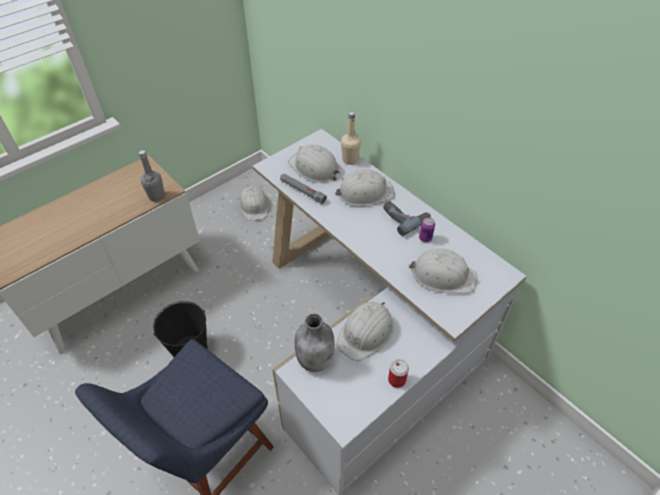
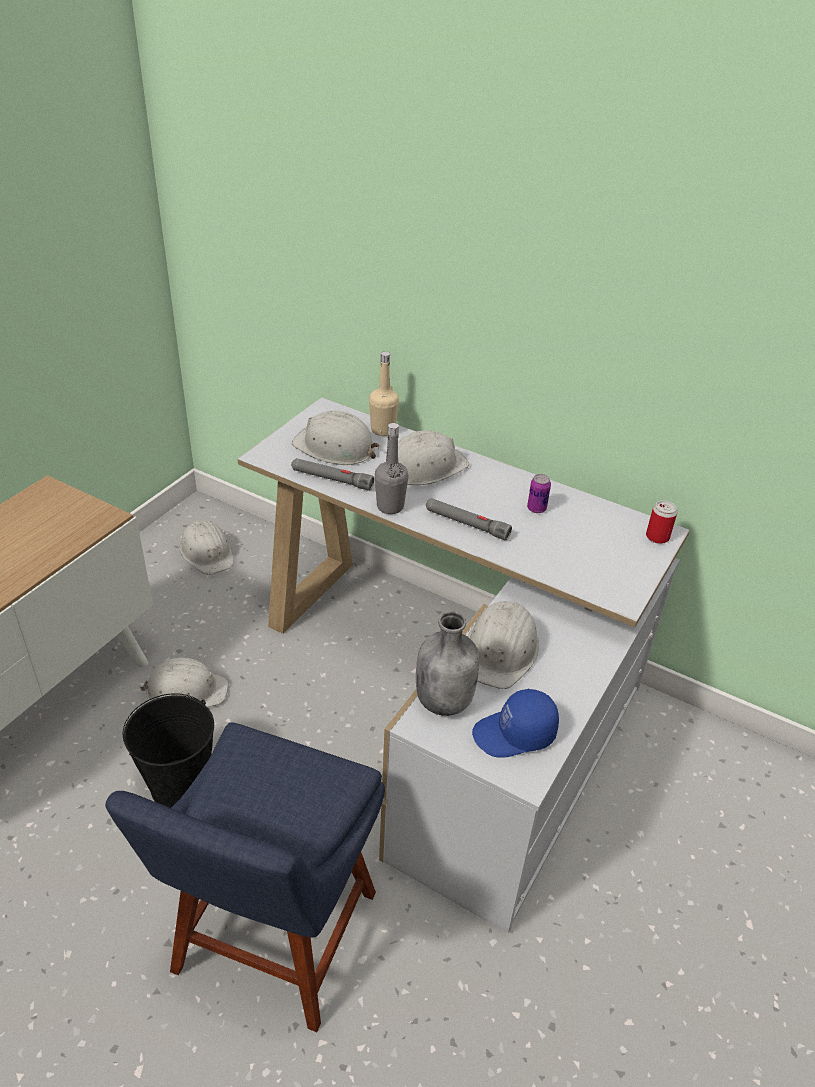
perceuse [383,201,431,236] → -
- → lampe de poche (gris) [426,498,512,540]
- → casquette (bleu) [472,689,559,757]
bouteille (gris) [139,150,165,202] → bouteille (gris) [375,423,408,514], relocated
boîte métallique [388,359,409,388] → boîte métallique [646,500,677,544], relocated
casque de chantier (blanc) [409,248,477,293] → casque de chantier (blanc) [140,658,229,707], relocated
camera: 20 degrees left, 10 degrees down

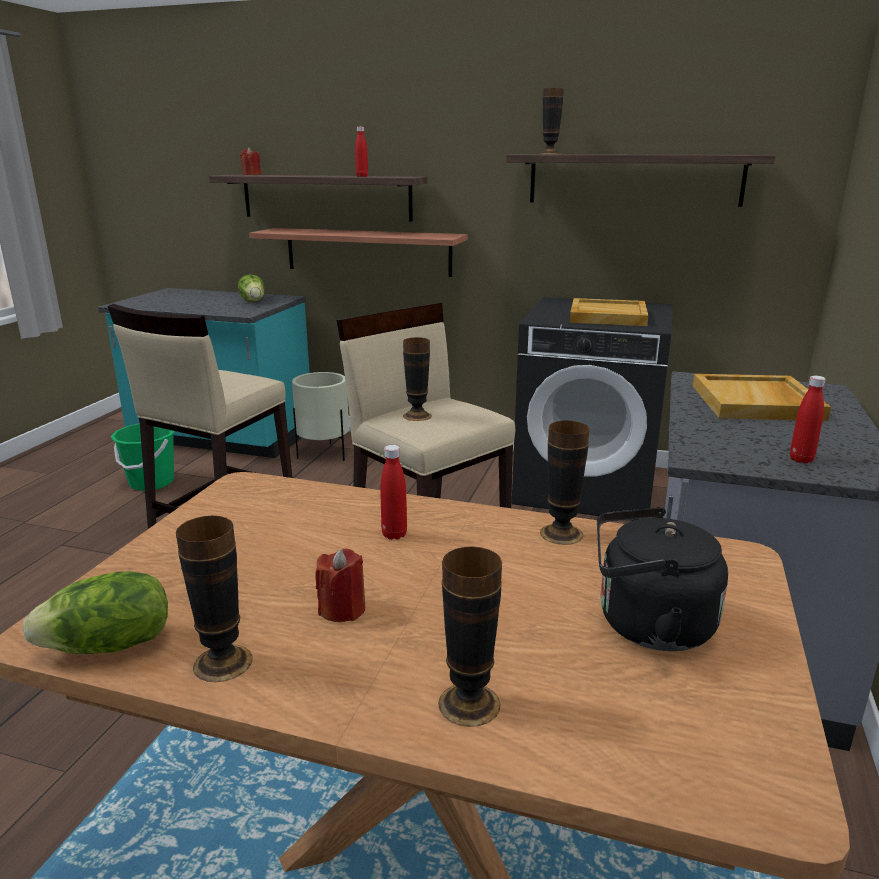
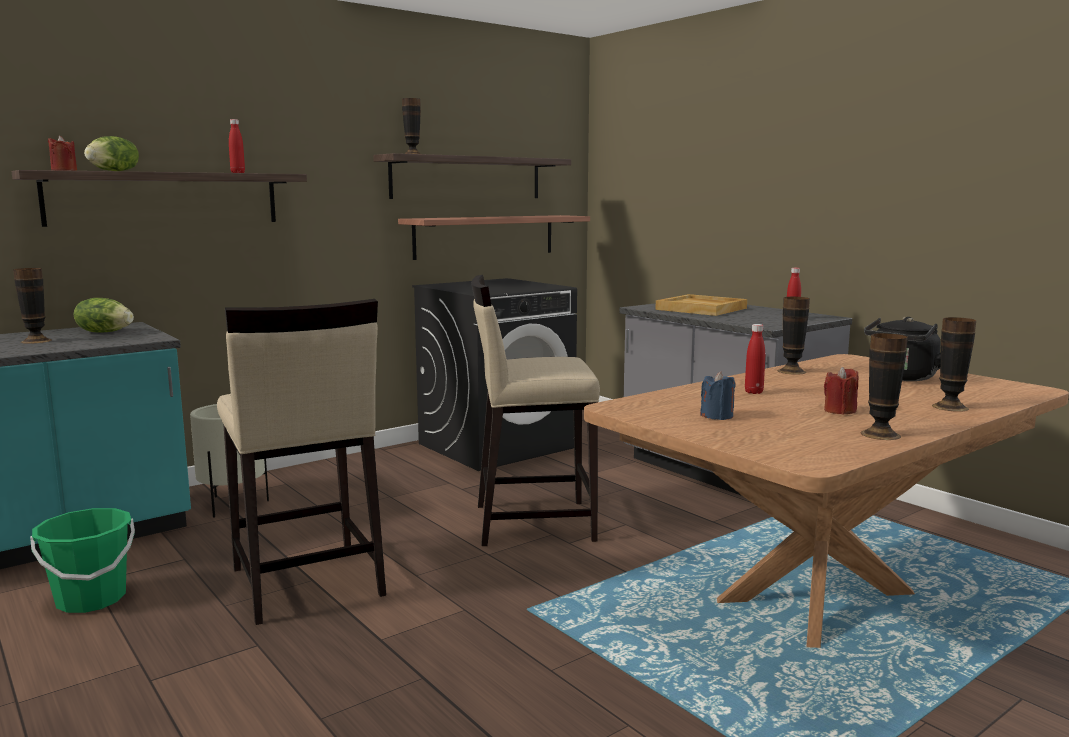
plateau (beige) [570,298,648,326] → -
- → bougie (bleu) [700,371,735,420]
laitue [23,572,168,654] → laitue [84,136,139,171], relocated
étagère [249,228,468,277] → étagère [398,215,590,260], relocated
vase [403,337,432,421] → vase [13,268,52,344], relocated
camera: 55 degrees left, 10 degrees down

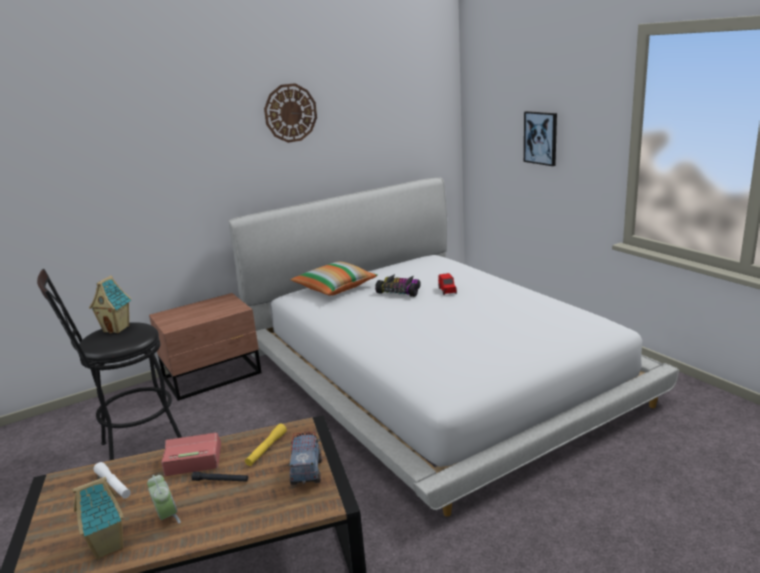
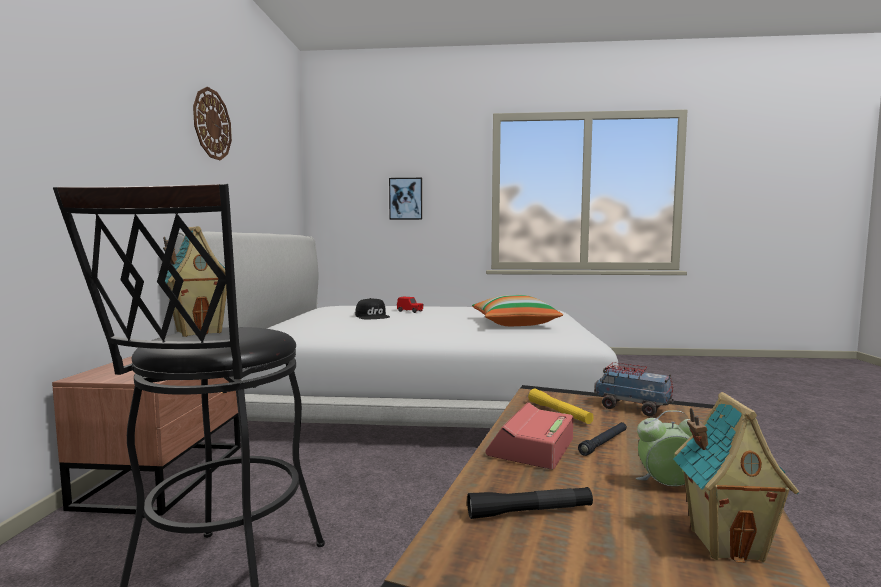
coussin [290,262,378,296] → coussin [472,295,563,326], relocated
petite voiture [375,274,421,297] → casquette (noir) [355,298,390,319]
lampe de poche (blanc) [93,462,131,499] → lampe de poche (noir) [467,487,593,519]
camera: 55 degrees left, 15 degrees down

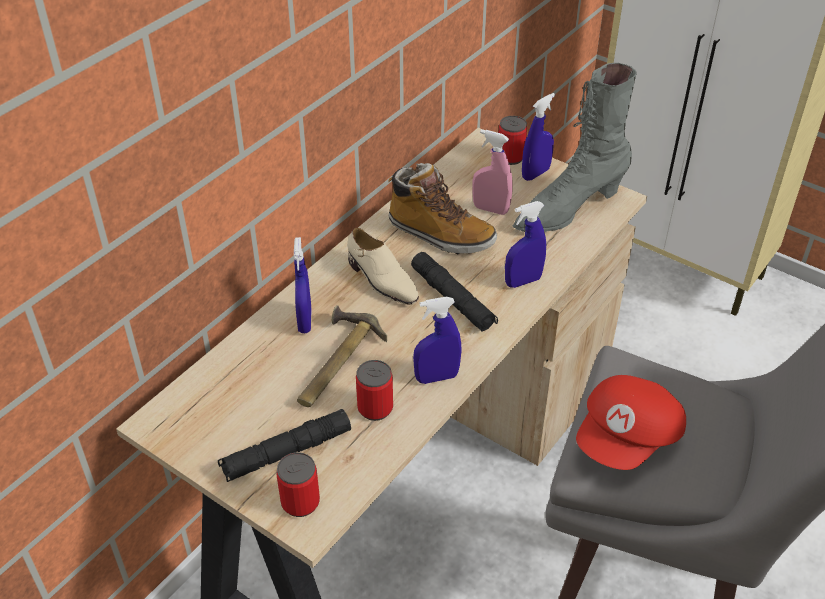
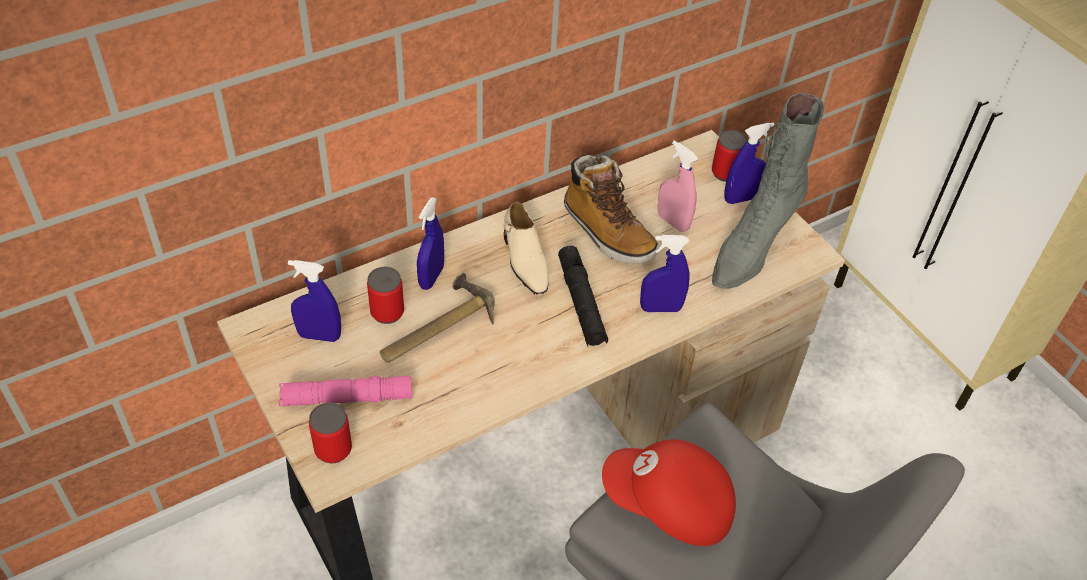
boîte métallique [356,360,393,421] → boîte métallique [367,267,404,324], relocated
vaporisateur (bleu) [413,296,462,384] → vaporisateur (bleu) [288,260,341,342], relocated
lampe de poche (noir) [218,409,351,482] → lampe de poche (rose) [278,376,412,406]
botte (gris) [513,63,637,232] → botte (gris) [712,93,824,289], 45 degrees counterclockwise
casquette (rouge) [576,375,686,470] → casquette (rouge) [602,439,736,546], 45 degrees clockwise
camera: 20 degrees right, 5 degrees up

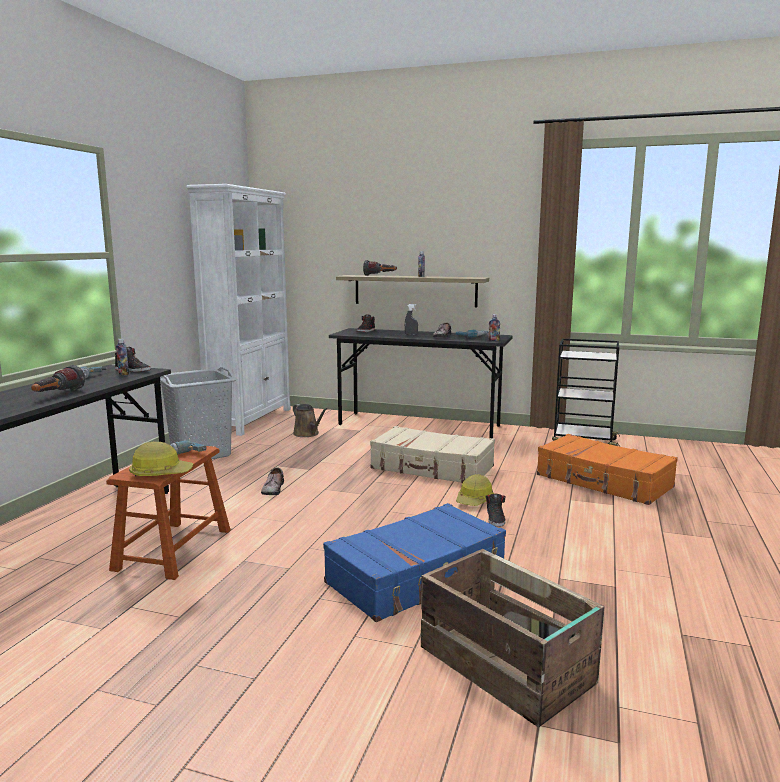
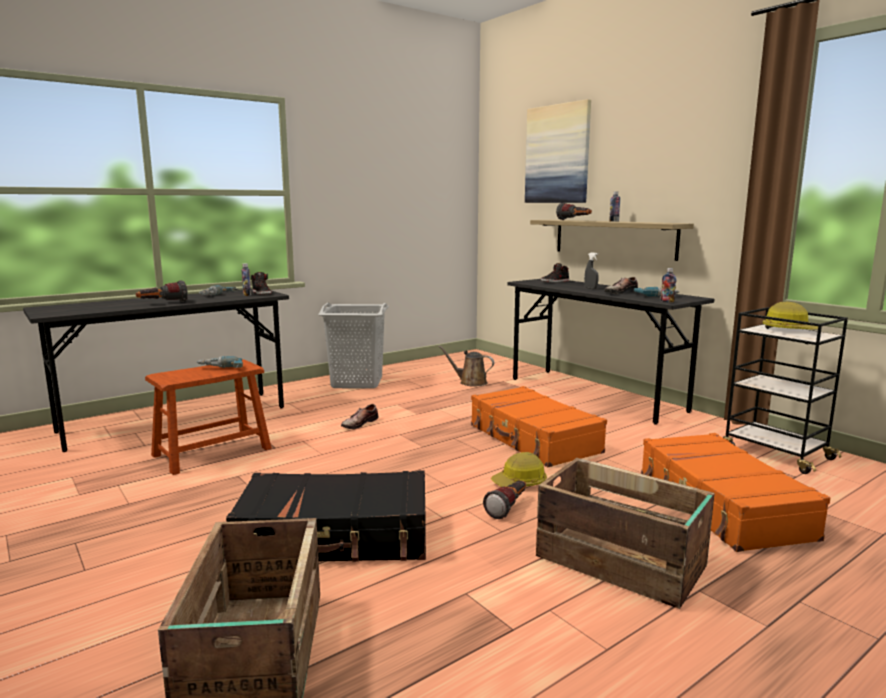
bibliothèque (blanc) [187,184,291,436] → -
- → tableau [525,99,591,203]
- → caisse [536,458,715,609]
casque de chantier [129,442,193,477] → casque de chantier [762,302,818,330], relocated
chaussure (noir) [486,494,506,527] → lampe de poche [483,481,526,519]
valise (bleu) [323,503,506,622] → valise (noir) [226,470,426,562]
valise (beige) [370,426,495,483] → valise (orange) [471,386,607,467]
arrosoir (marron) [293,404,327,437] → arrosoir (marron) [438,345,494,387], 120 degrees clockwise
camera: 35 degrees right, 0 degrees up

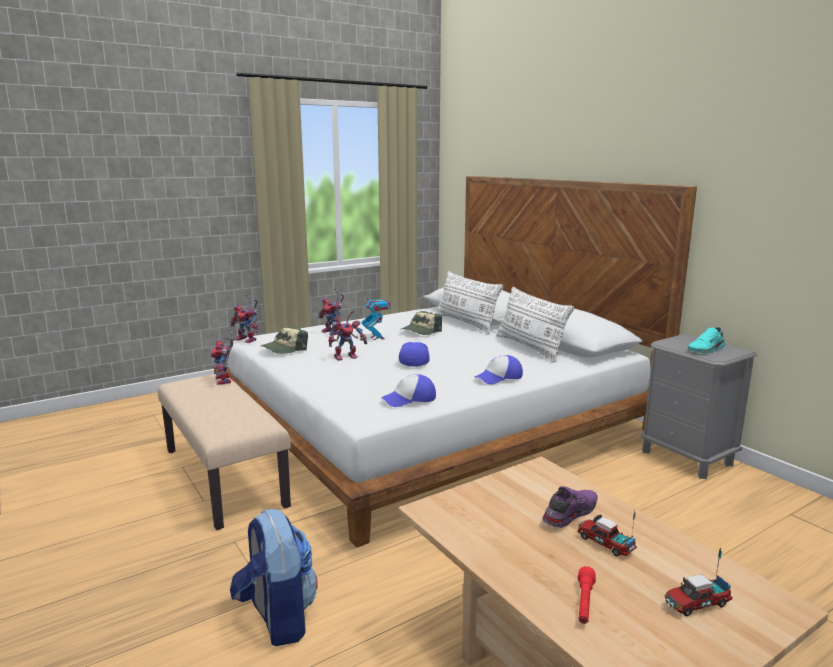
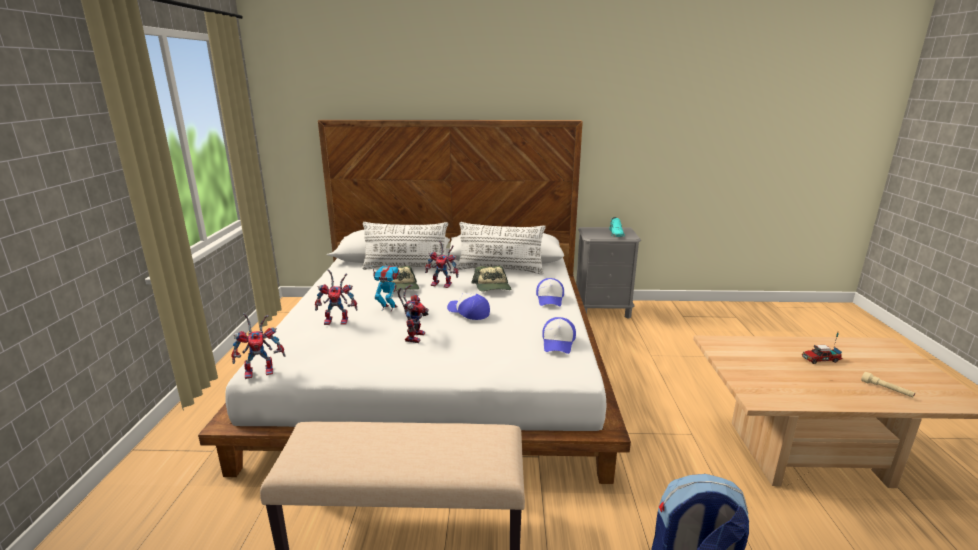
chaussure (violet) [542,486,598,528] → -
camion jouet [665,548,733,616] → -
robot jouet [211,329,234,385] → robot jouet [425,240,458,288], relocated
casquette [261,326,308,354] → casquette [471,266,511,291], relocated
lampe de poche (rouge) [578,566,596,624] → lampe de poche (beige) [861,372,915,398]
camera: 55 degrees left, 5 degrees up

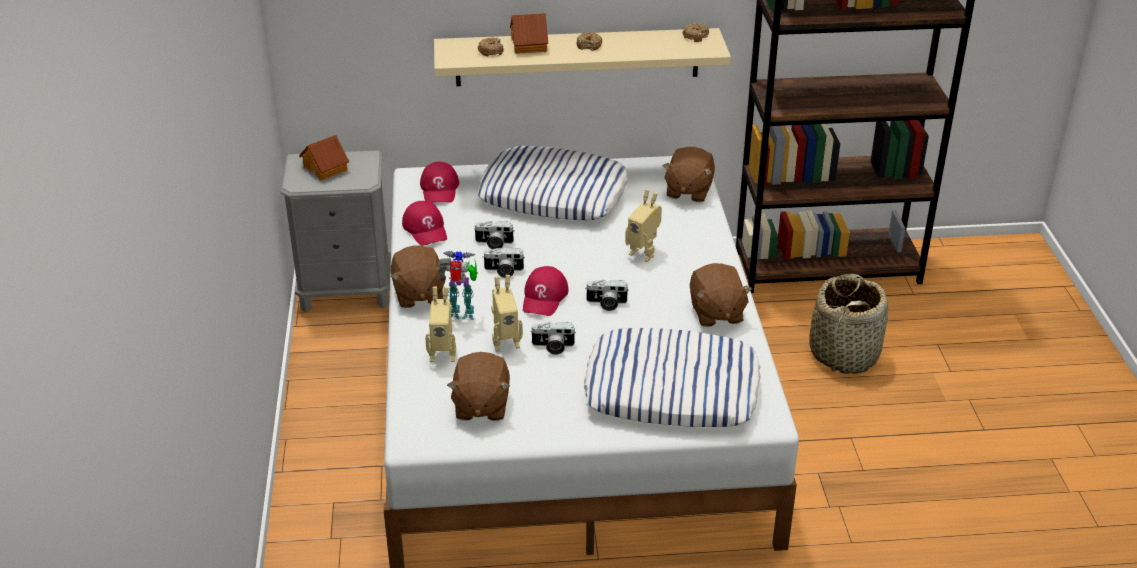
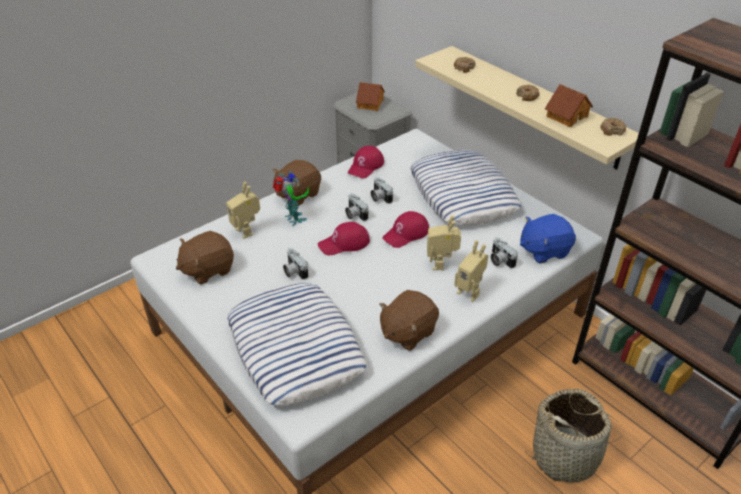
casquette (rouge) [420,162,459,203] → casquette (rouge) [382,211,429,248], relocated
robot jouet [491,275,523,352] → robot jouet [454,240,488,302], relocated
maison miniature [510,13,548,54] → maison miniature [545,84,593,127], relocated
appareil photo [586,280,629,311] → appareil photo [491,237,518,268], relocated
peluche (marron) [663,147,715,202] → peluche (bleu) [520,214,576,264]
camera: 55 degrees right, 5 degrees up

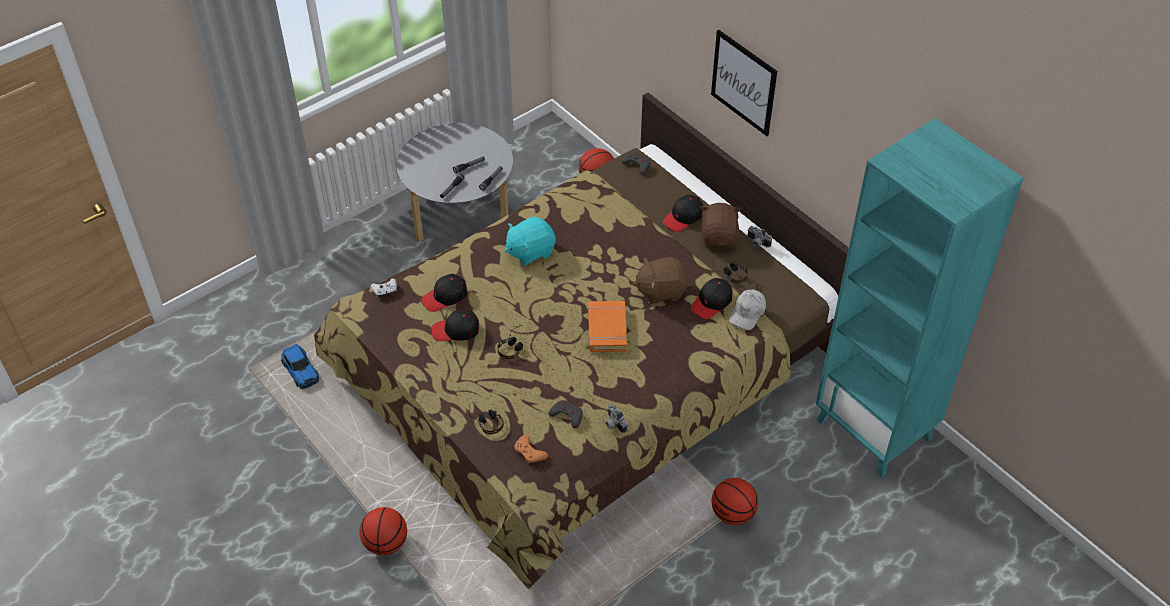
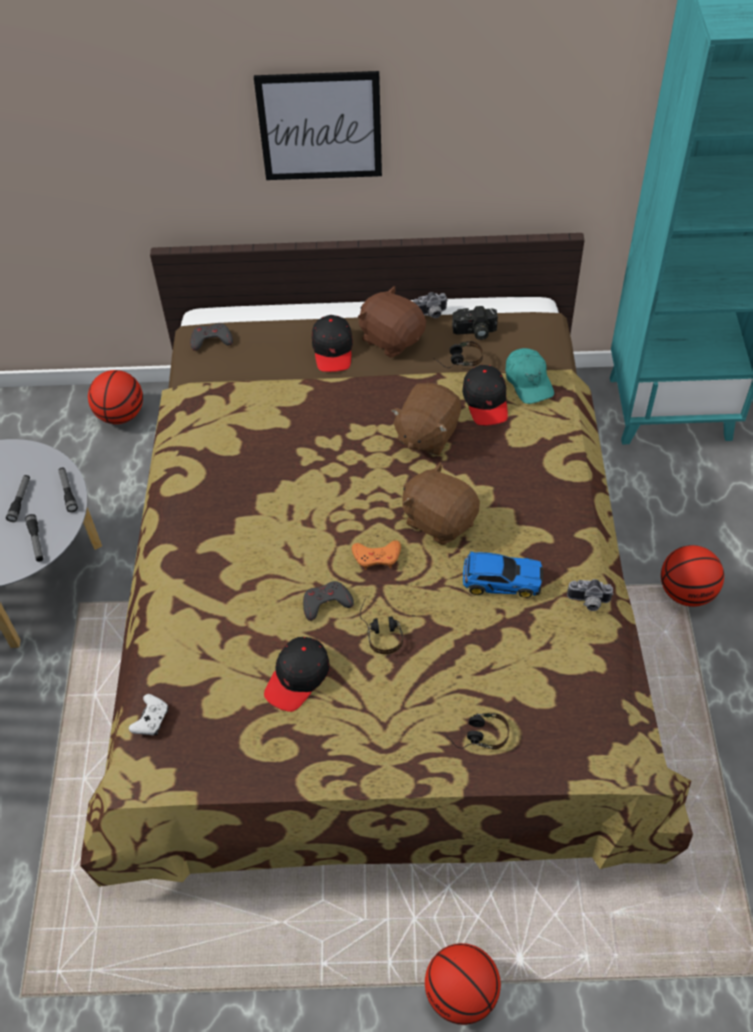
casquette (noir) [421,274,467,312] → -
peluche (turquoise) [505,216,555,266] → -
- → appareil photo [452,306,498,340]
petite voiture [281,344,319,389] → petite voiture [463,551,543,598], relocated
manette (orange) [514,435,548,464] → manette (orange) [352,540,401,570], relocated
manette (gris) [549,400,583,428] → manette (gris) [303,581,354,621], relocated
livre (orange) [588,301,627,352] → peluche (marron) [402,462,480,545]
casquette (blanc) [729,290,766,330] → casquette (turquoise) [506,348,554,404]
camera: 50 degrees left, 5 degrees up

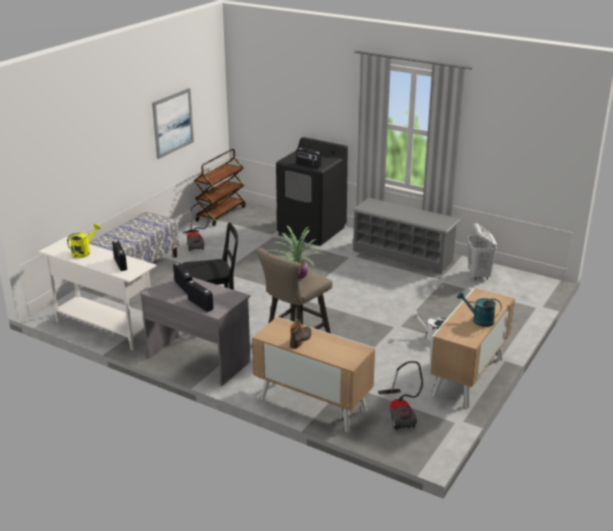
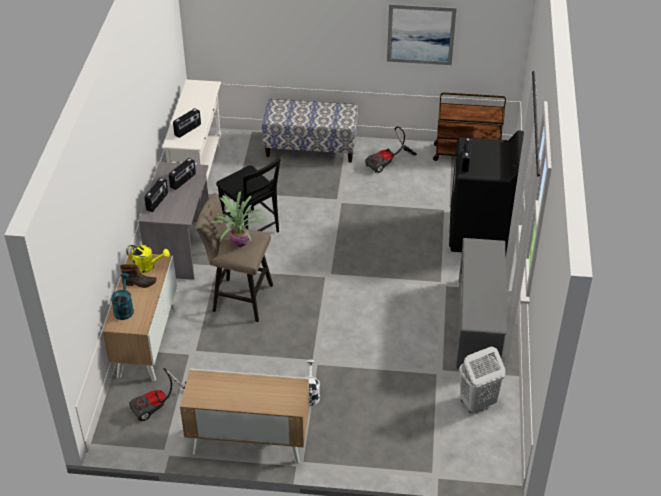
arrosoir (jaune) [67,223,101,258] → arrosoir (jaune) [126,245,170,273], relocated
arrosoir (turquoise) [457,291,502,327] → arrosoir (turquoise) [111,273,134,320], relocated
camera: 65 degrees right, 15 degrees up

